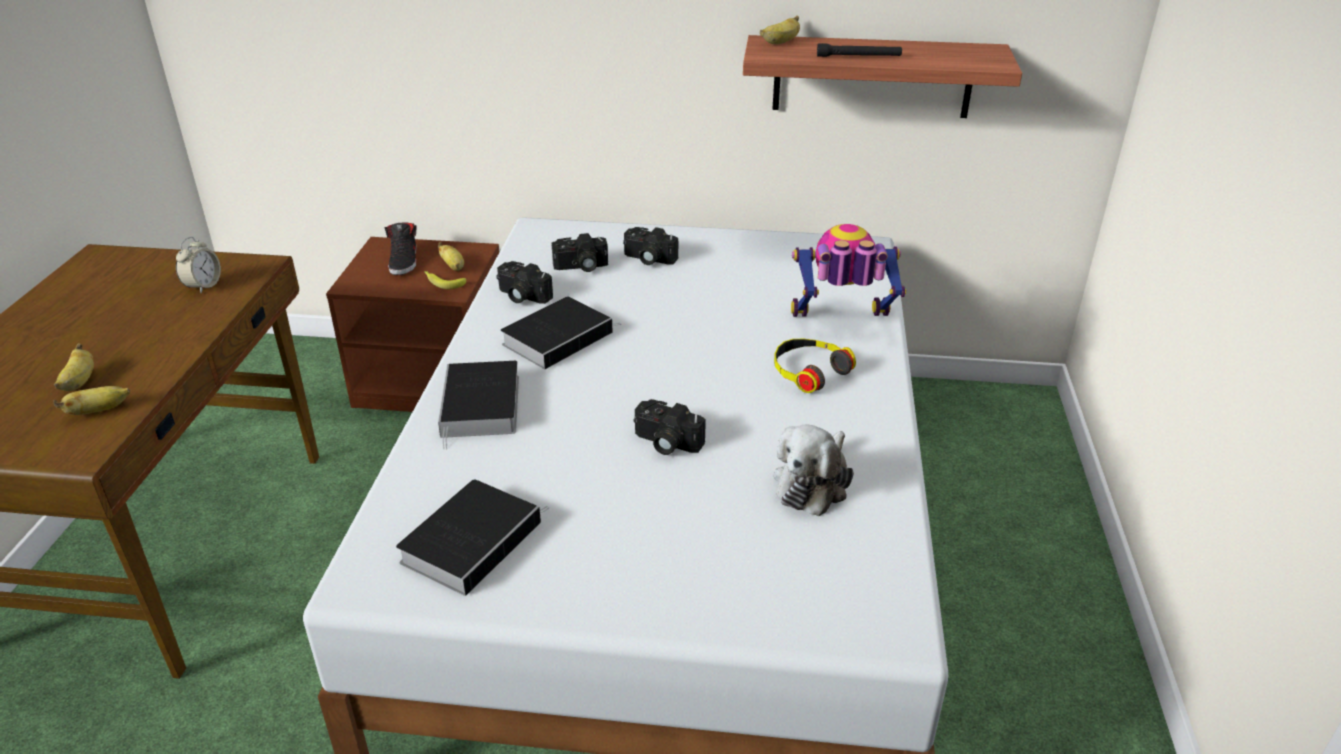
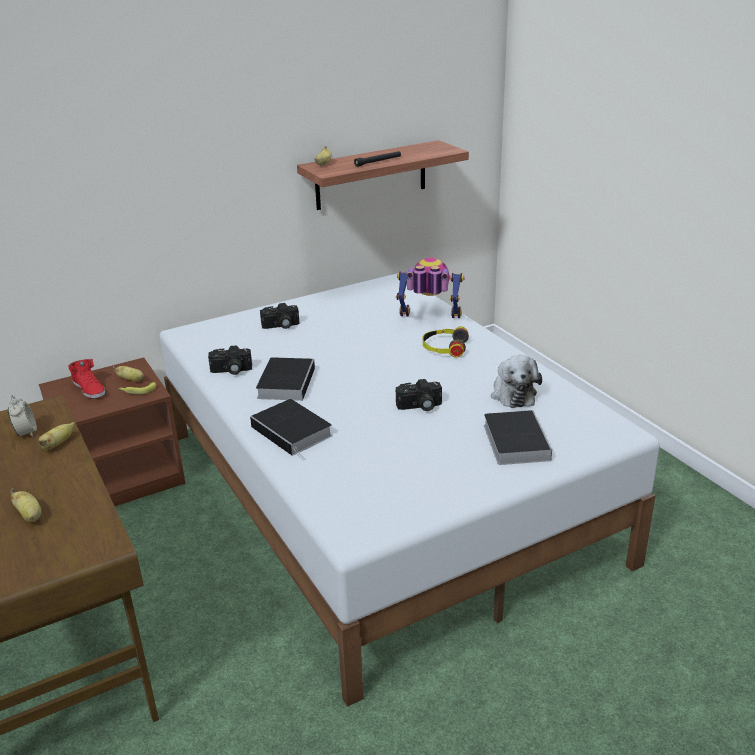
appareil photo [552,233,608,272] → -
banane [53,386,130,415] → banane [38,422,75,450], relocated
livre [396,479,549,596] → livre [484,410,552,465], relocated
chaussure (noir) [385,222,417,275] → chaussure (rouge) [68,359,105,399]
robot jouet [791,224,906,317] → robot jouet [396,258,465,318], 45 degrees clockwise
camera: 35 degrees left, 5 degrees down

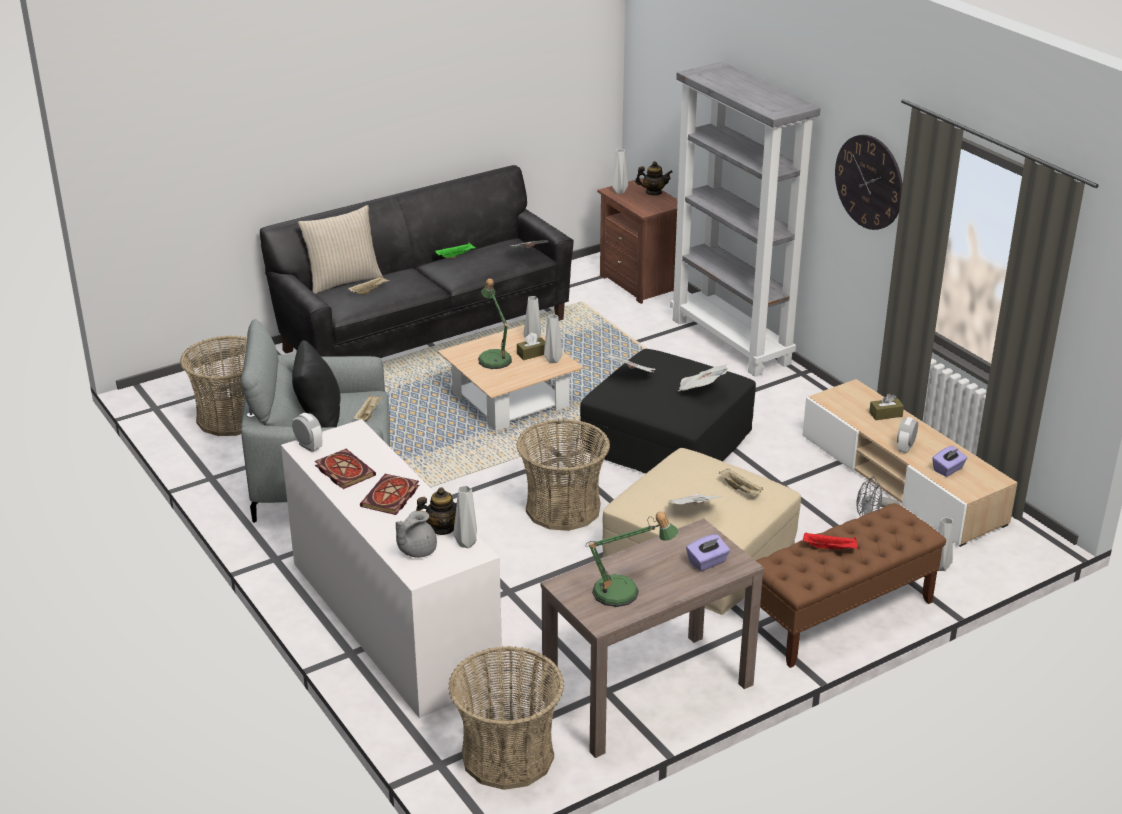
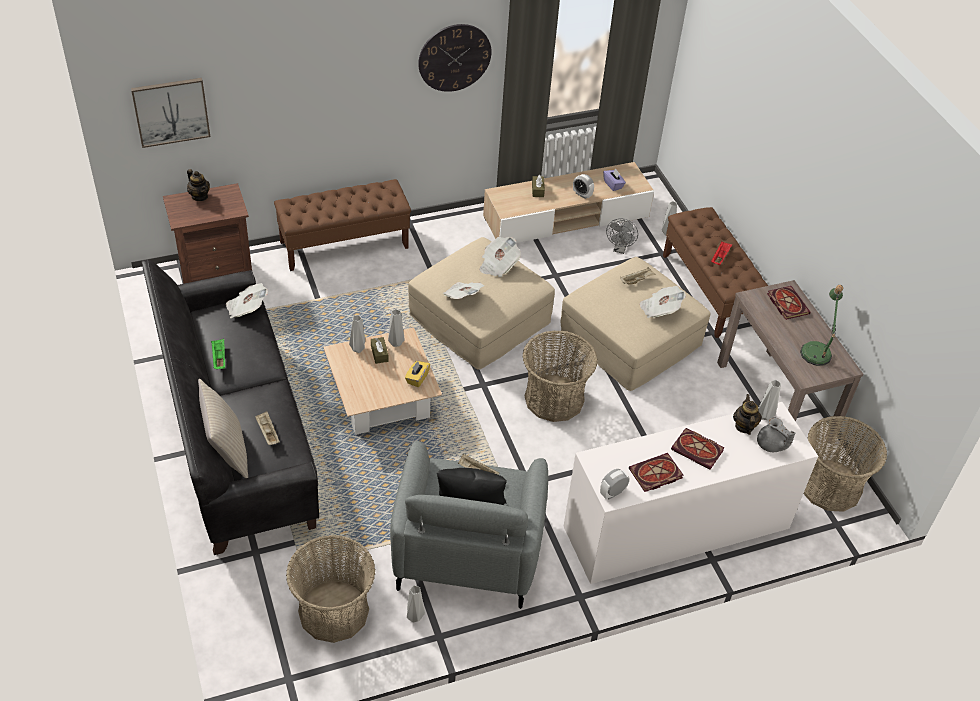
lampe de table [478,278,512,369] → -
- → tableau [131,78,210,148]
- → boîte à mouchoirs (jaune) [405,361,430,387]
vase (gris) [612,149,628,194] → vase (gris) [407,585,425,622], relocated
bibliothèque (gris) [670,62,821,377] → banc (marron) [274,179,411,271]
boîte à mouchoirs (violet) [686,534,730,571] → livre [767,286,811,320]
pouf (noir) [580,349,756,474] → pouf (beige) [408,237,555,370]
théière [635,161,673,195] → théière [187,169,210,201], 120 degrees clockwise
camera: 80 degrees left, 15 degrees up

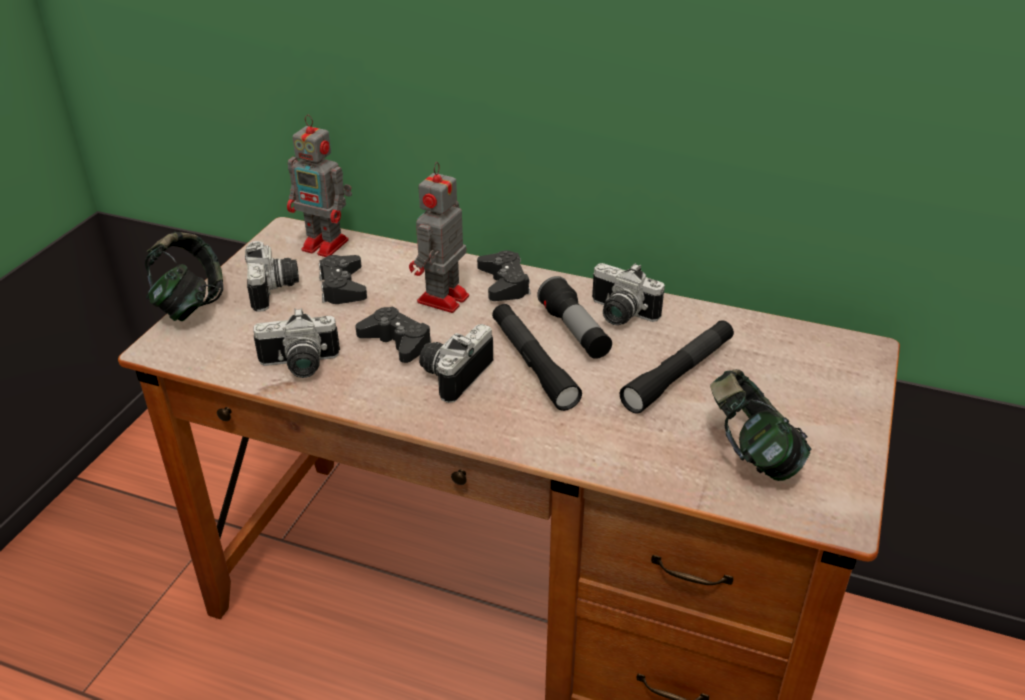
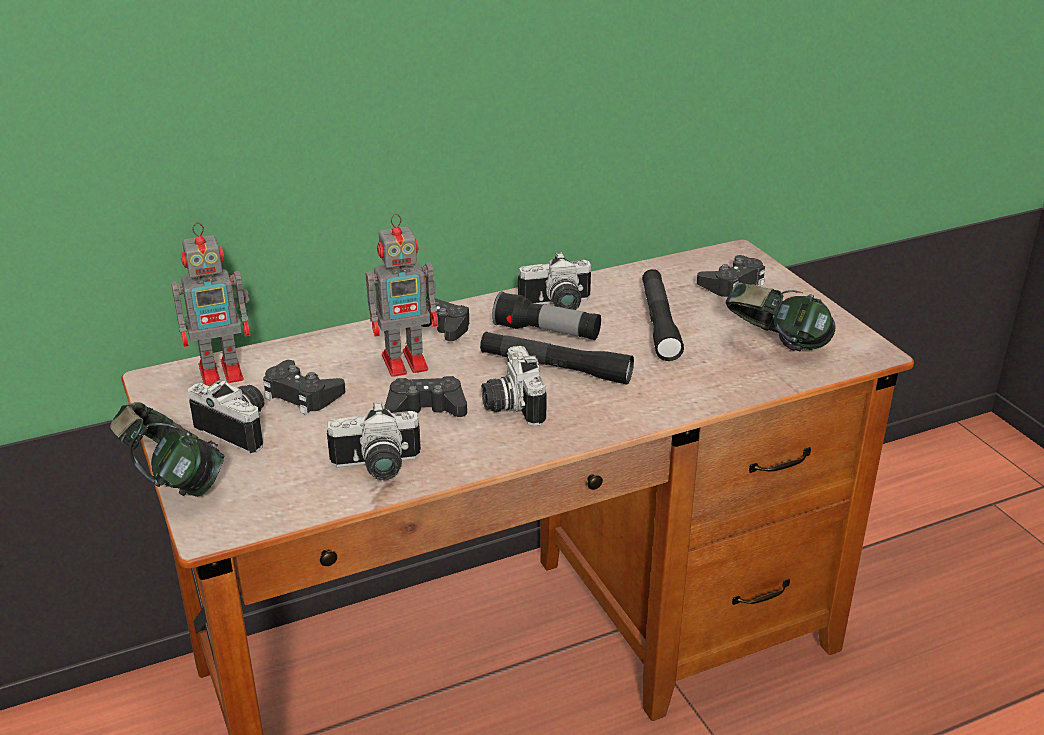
- → manette (noir) [697,255,765,297]
appareil photo [254,308,340,378] → appareil photo [327,402,421,480], 45 degrees clockwise
robot jouet [409,162,469,313] → robot jouet [366,214,438,377], 90 degrees counterclockwise
camera: 45 degrees left, 5 degrees down

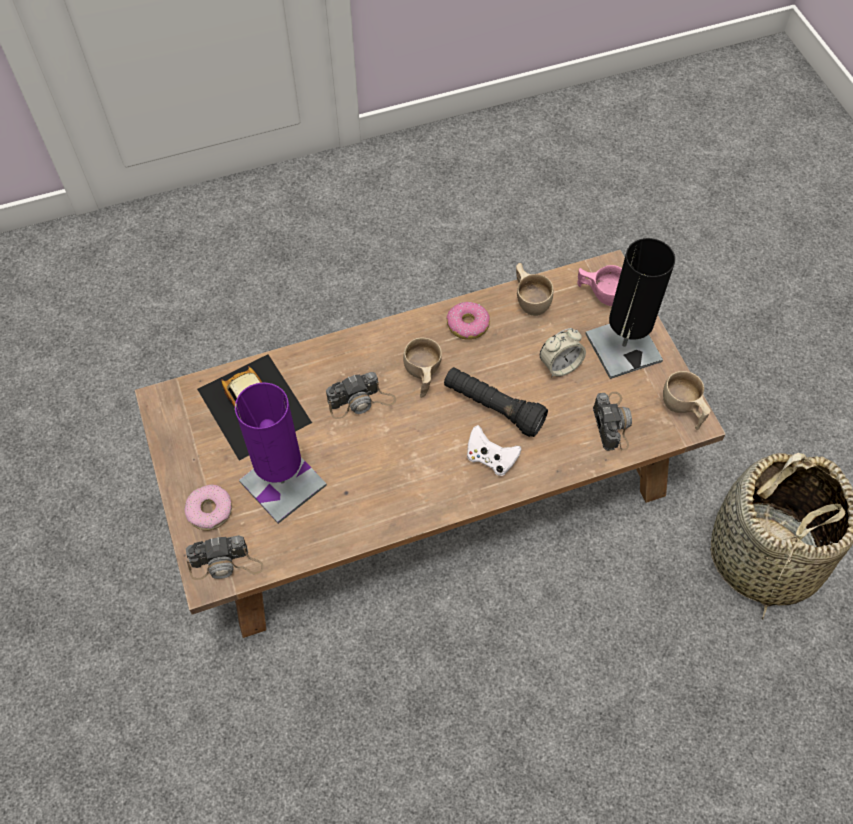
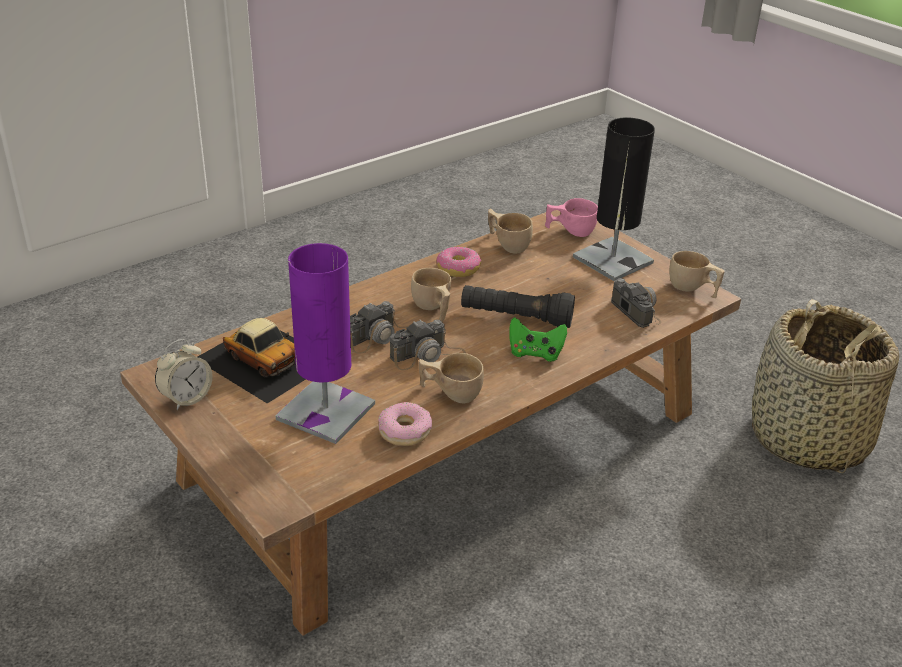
- → tasse (beige) [419,353,484,403]
beignet [184,485,232,531] → beignet [378,402,432,446], relocated
appareil photo [186,535,264,580] → appareil photo [390,319,466,370], relocated
réveil [540,328,586,377] → réveil [155,339,213,410], relocated
manette (blanc) [467,425,521,476] → manette (vert) [509,317,567,362]
camera: 20 degrees left, 25 degrees down

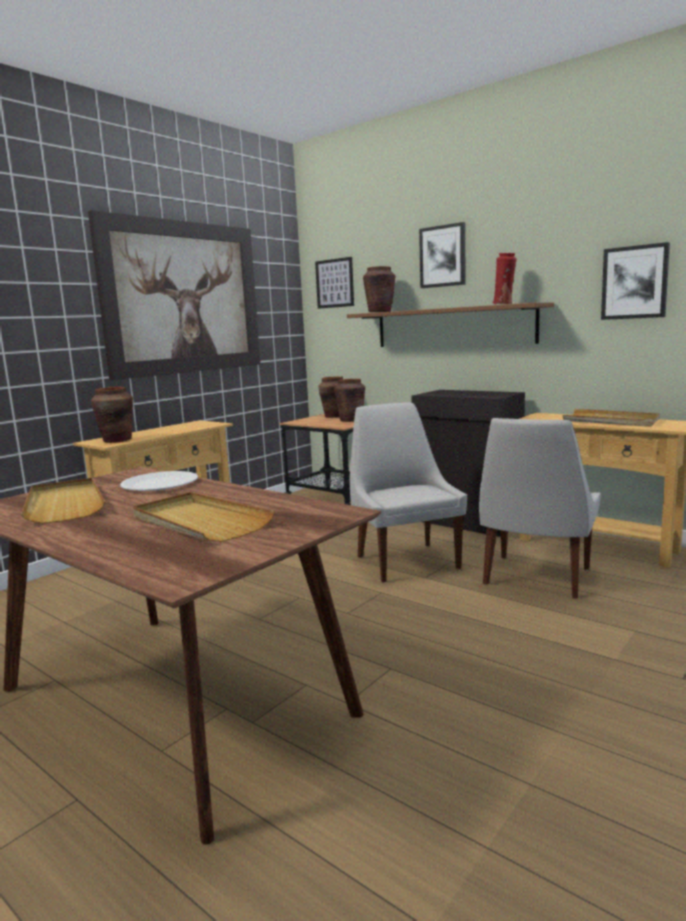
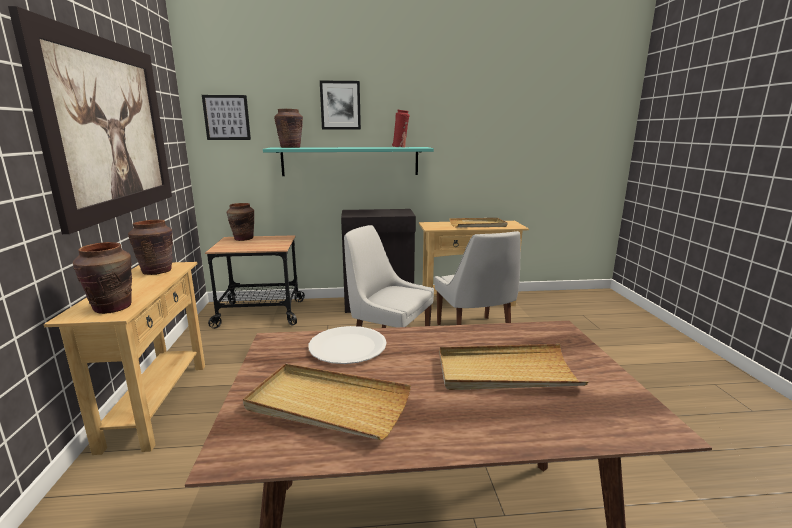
tableau [601,242,670,320] → -
vase (marron) [334,379,365,422] → vase (marron) [128,220,173,275], relocated
étagère (marron) [347,302,554,347] → étagère (turquoise) [263,147,434,176]
camera: 45 degrees left, 5 degrees up

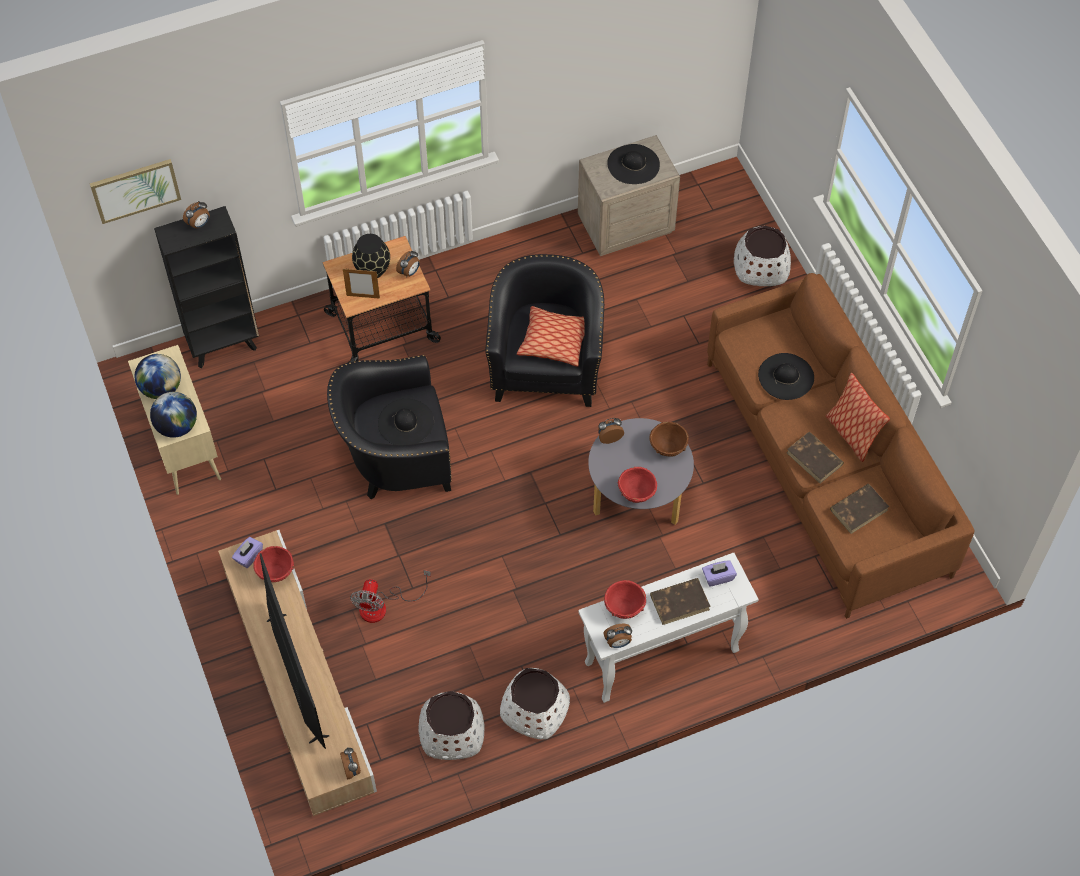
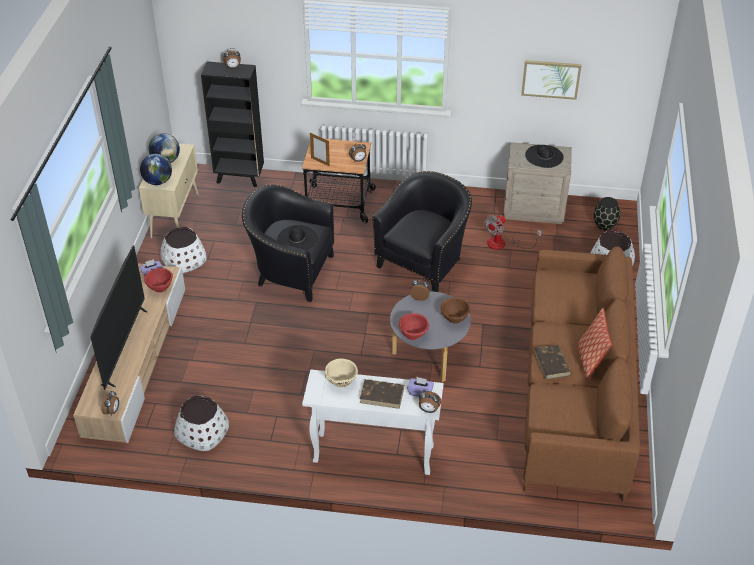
coussin [517,306,585,367] → -
chapeau (noir) [758,353,814,400] → -
livre (marron) [830,484,889,534] → -
tableau [90,159,181,224] → tableau [521,60,581,100], relocated
ventilateur [350,570,431,623] → ventilateur [485,215,542,250], relocated
vase (noir) [352,234,390,278] → vase (noir) [594,197,620,231], relocated
cache-pot (blanc) [500,668,570,739] → cache-pot (blanc) [160,227,207,273], relocated
réveil [603,624,632,648] → réveil [419,391,441,413], relocated
bol (rouge) [604,580,646,619] → bol (beige) [325,359,358,388]
camera: 30 degrees right, 15 degrees down

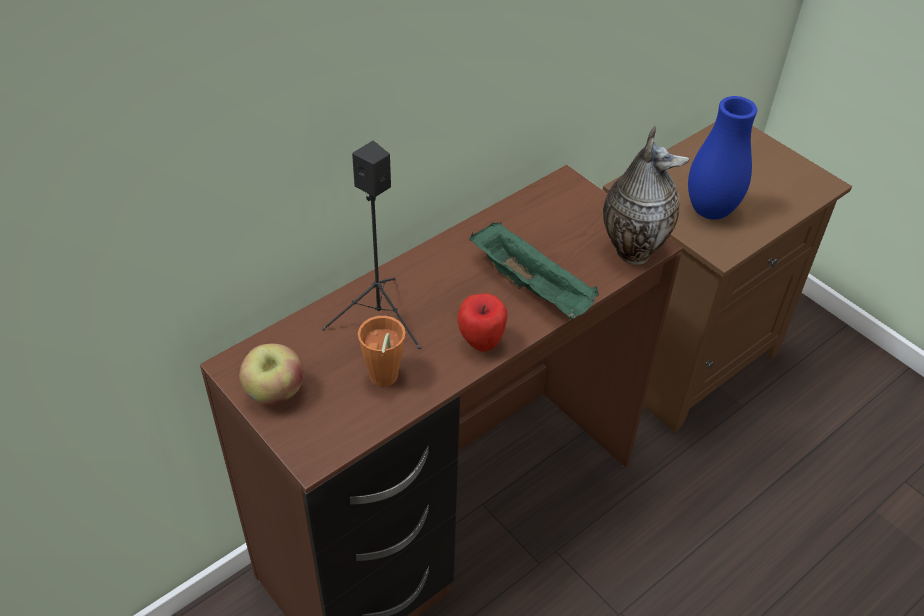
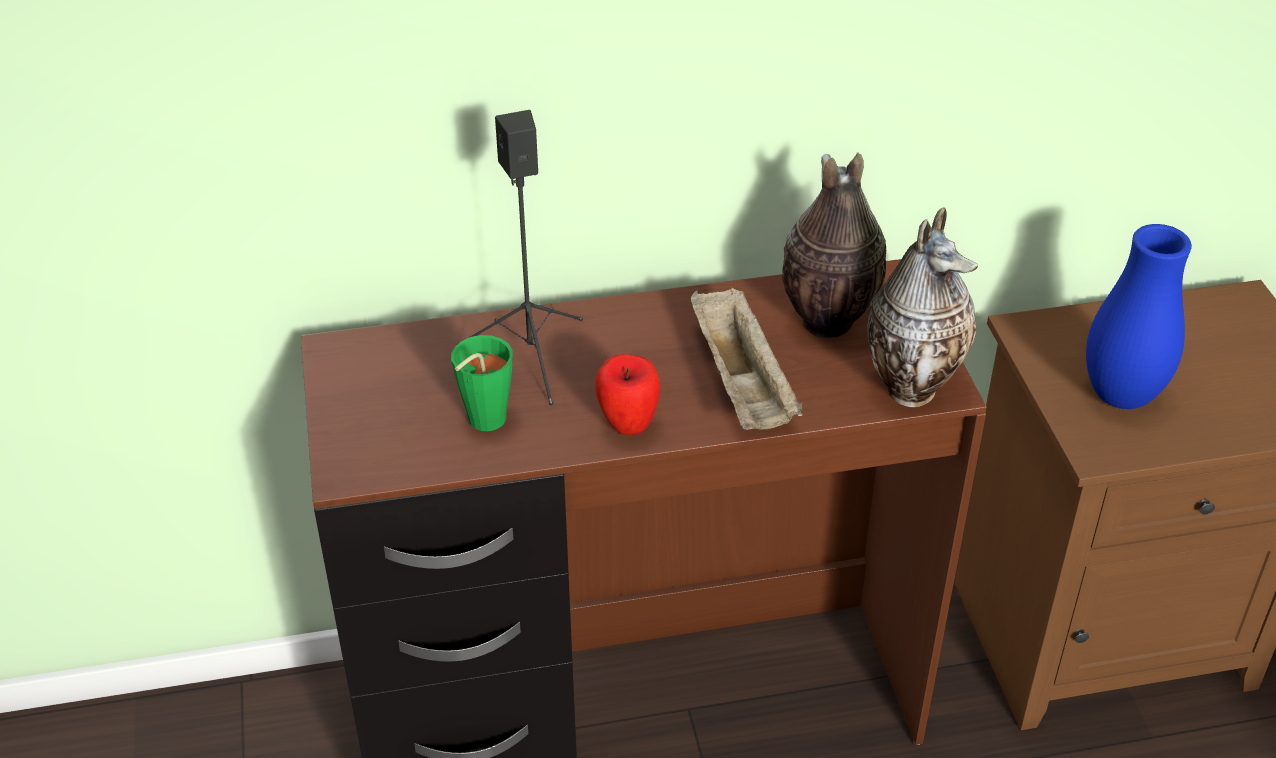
pomme [239,344,304,405] → -
- → vase [782,152,886,338]
tasse (orange) [358,316,406,387] → tasse (vert) [451,335,513,431]
plateau (vert) [470,222,599,319] → plateau (beige) [690,288,803,430]
camera: 30 degrees right, 5 degrees down

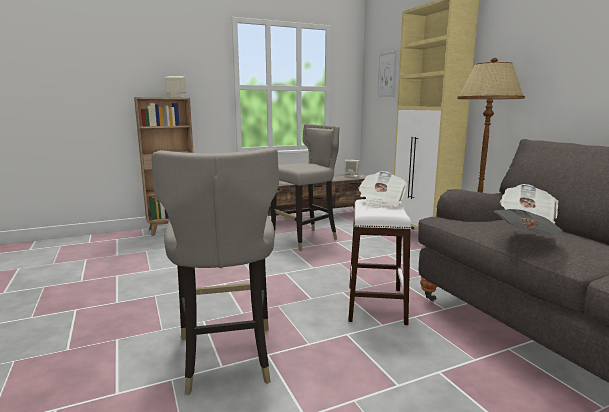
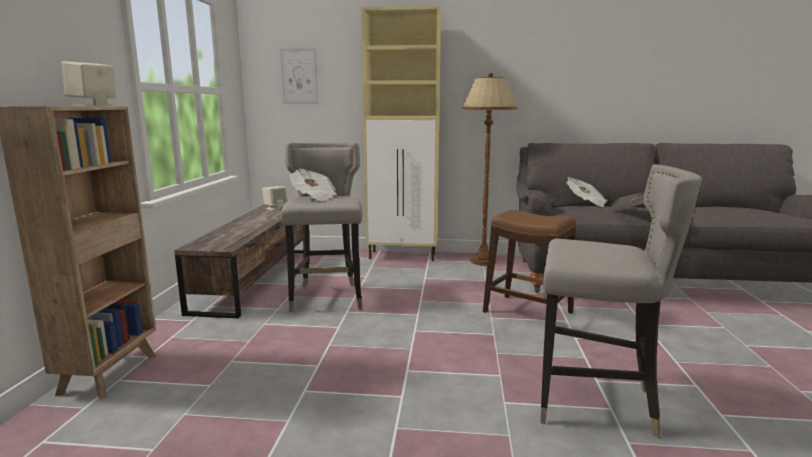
journal [358,171,407,209] → journal [290,169,337,201], relocated
tabouret (blanc) [348,199,411,325] → tabouret (marron) [483,210,576,314]
camera: 60 degrees left, 0 degrees up

